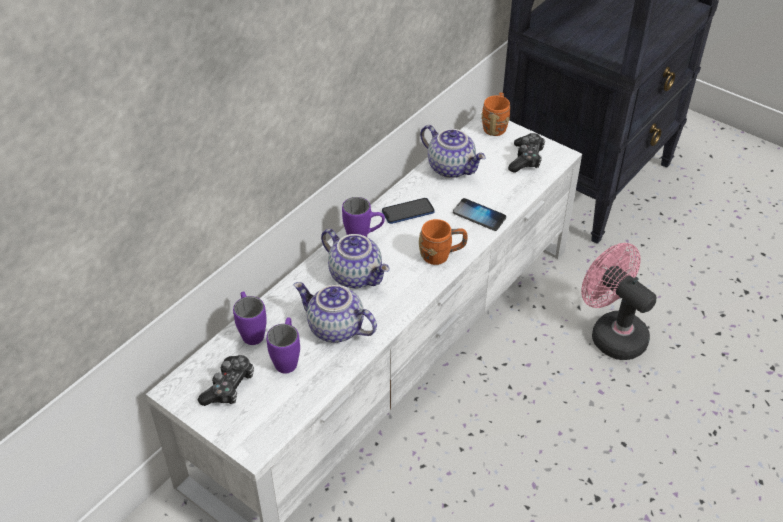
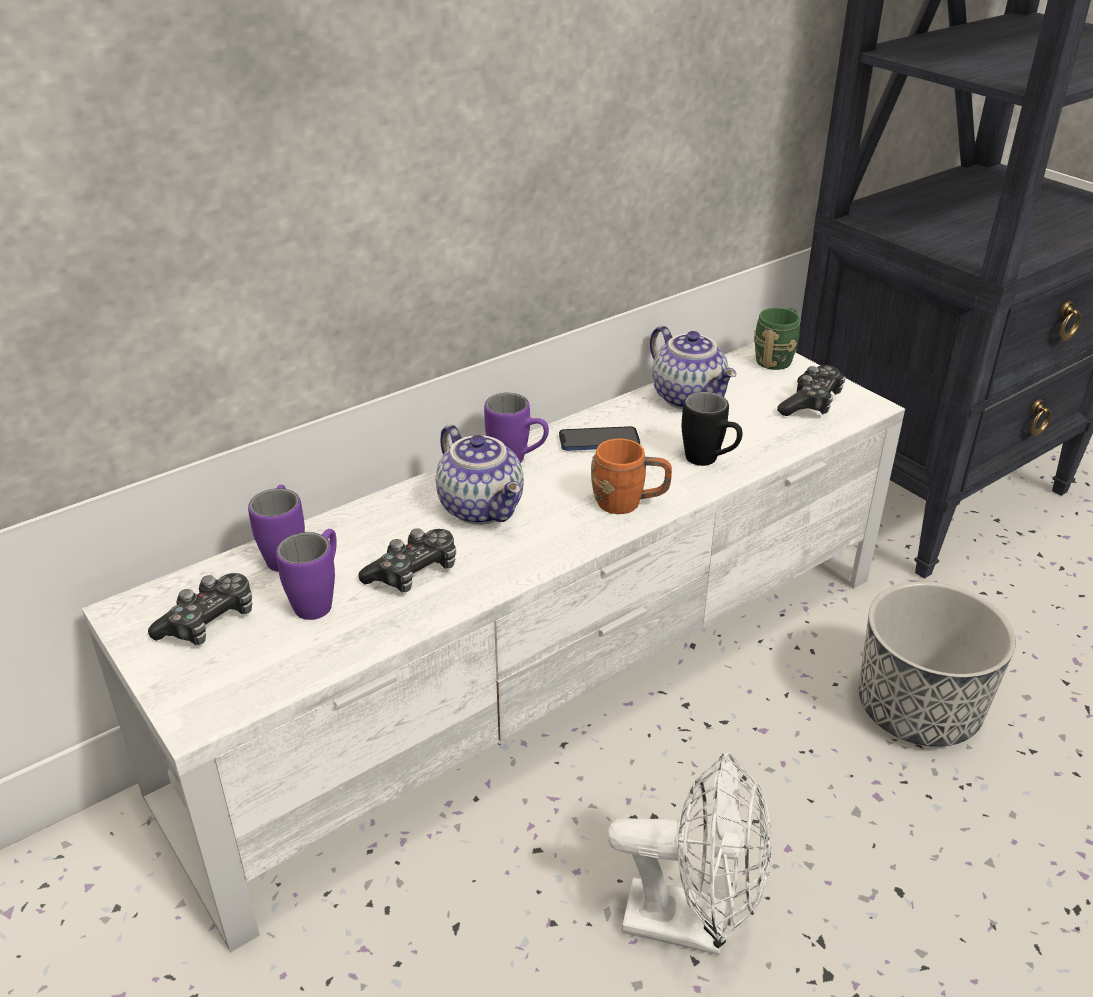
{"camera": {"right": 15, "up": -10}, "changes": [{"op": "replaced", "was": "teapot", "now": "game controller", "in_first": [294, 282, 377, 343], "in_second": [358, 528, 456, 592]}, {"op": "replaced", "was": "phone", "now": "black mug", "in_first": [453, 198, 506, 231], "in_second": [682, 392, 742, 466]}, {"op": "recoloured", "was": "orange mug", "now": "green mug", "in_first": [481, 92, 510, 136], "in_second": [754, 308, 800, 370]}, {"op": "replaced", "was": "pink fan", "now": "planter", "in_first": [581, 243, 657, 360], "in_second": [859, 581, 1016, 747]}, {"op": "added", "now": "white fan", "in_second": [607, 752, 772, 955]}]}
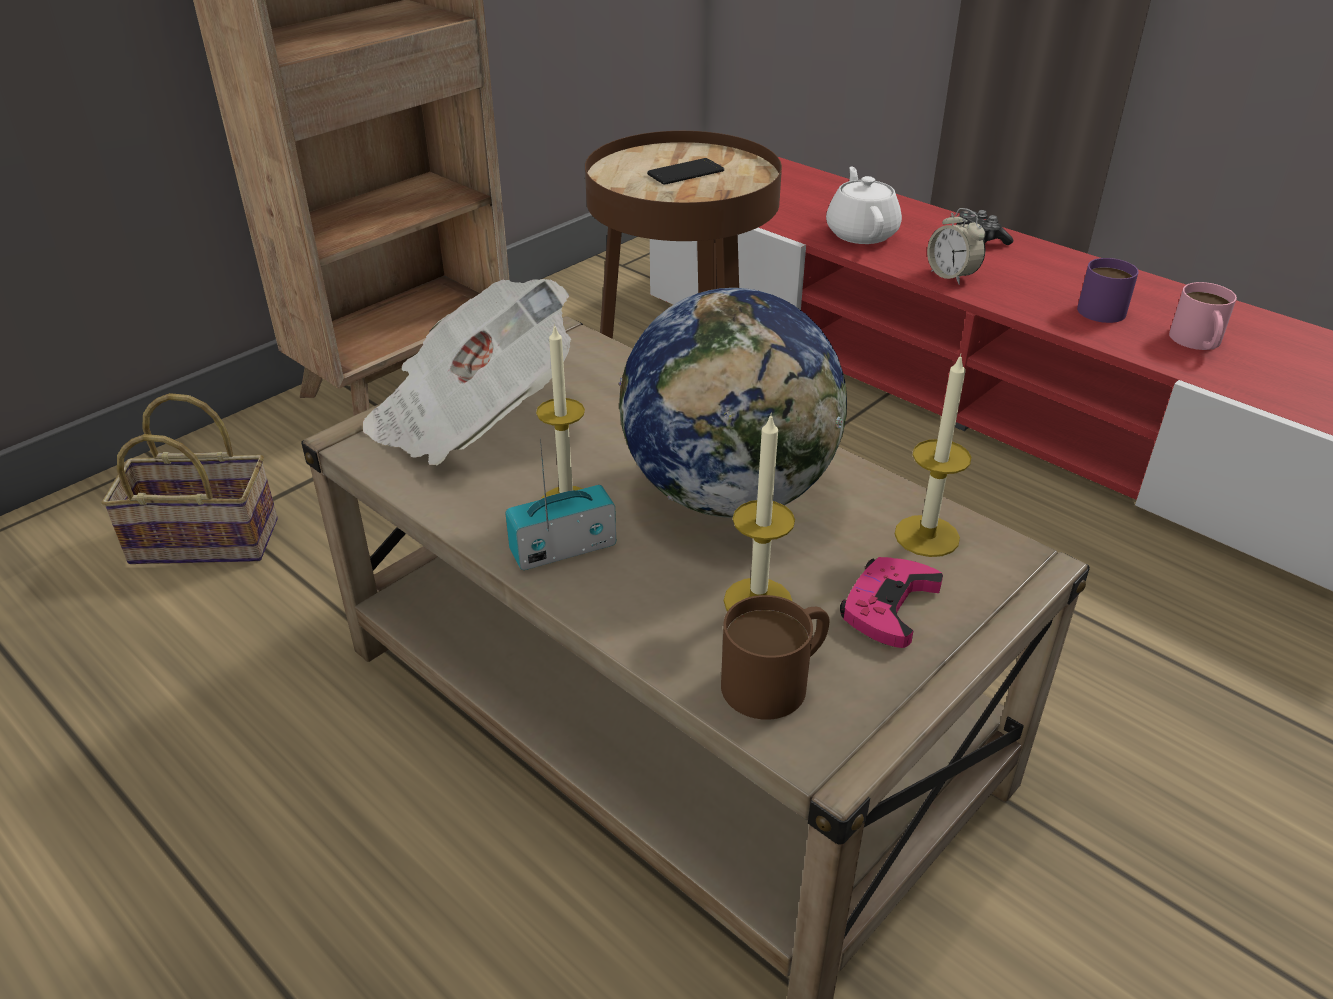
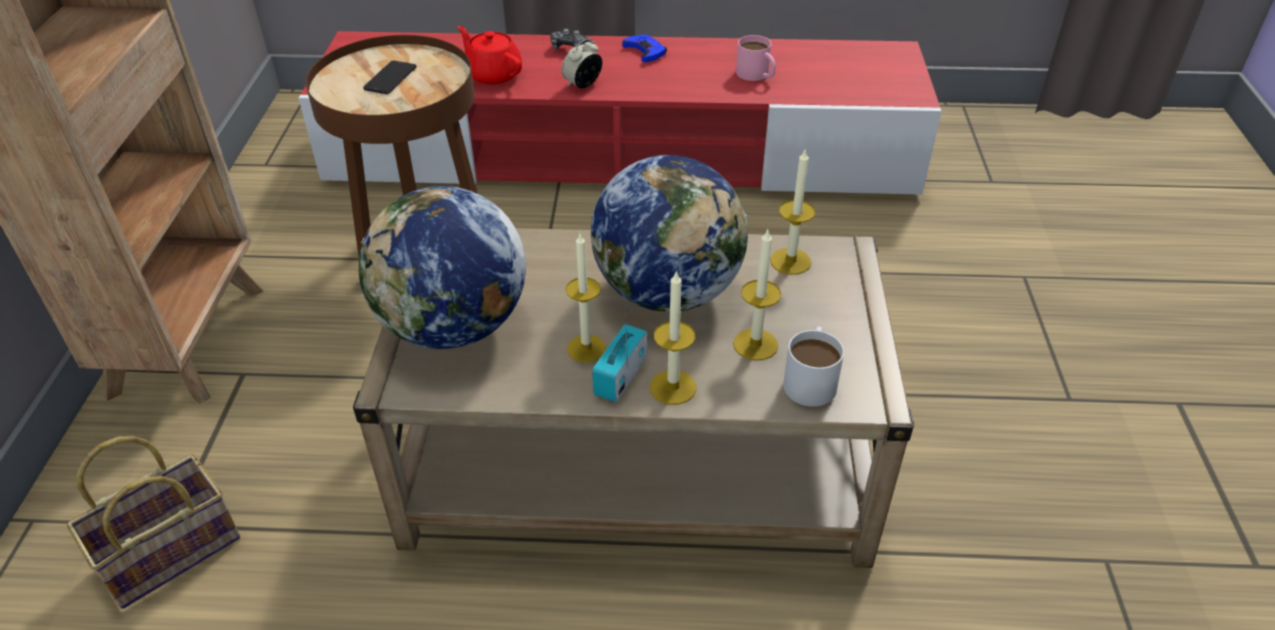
{"camera": {"right": -40, "up": 5}, "changes": [{"op": "replaced", "was": "newspaper", "now": "globe", "in_first": [363, 279, 571, 465], "in_second": [359, 186, 526, 349]}, {"op": "recoloured", "was": "brown mug", "now": "white mug", "in_first": [721, 595, 829, 720], "in_second": [783, 326, 844, 407]}, {"op": "recoloured", "was": "white teapot", "now": "red teapot", "in_first": [826, 166, 902, 244], "in_second": [457, 26, 522, 85]}, {"op": "removed", "was": "pink game controller", "in_first": [840, 557, 943, 648]}, {"op": "turned", "was": "alarm clock", "in_first": [927, 208, 985, 285], "in_second": [561, 38, 602, 88], "clockwise": 120}, {"op": "removed", "was": "purple mug", "in_first": [1077, 258, 1139, 323]}, {"op": "added", "now": "blue game controller", "in_second": [622, 35, 667, 62]}, {"op": "added", "now": "candle", "in_second": [650, 270, 696, 405]}]}
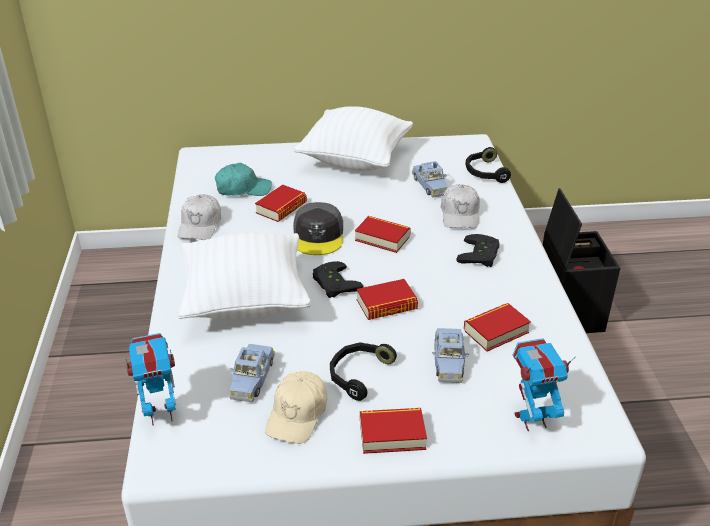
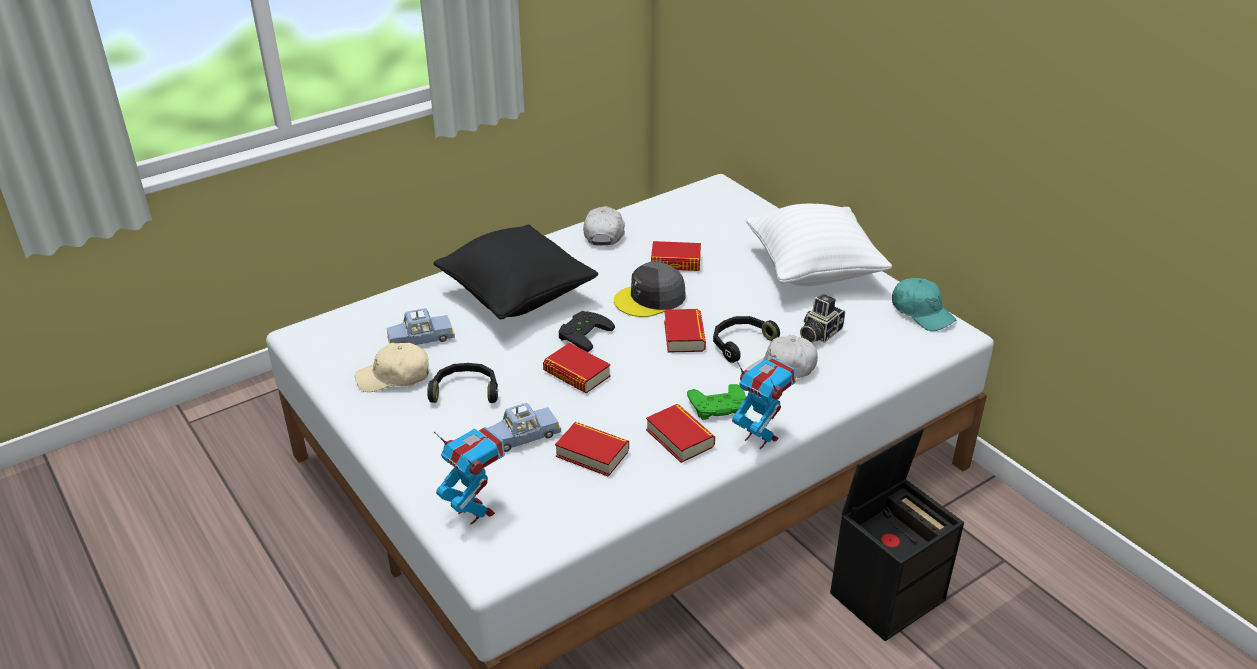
{"camera": {"right": 60, "up": 0}, "changes": [{"op": "moved", "was": "toy robot", "in_first": [126, 333, 176, 426], "in_second": [732, 358, 796, 449]}, {"op": "turned", "was": "white cap", "in_first": [178, 194, 221, 240], "in_second": [583, 206, 625, 246], "clockwise": 120}, {"op": "recoloured", "was": "white pillow", "now": "black pillow", "in_first": [178, 233, 311, 319], "in_second": [433, 224, 599, 319]}, {"op": "moved", "was": "turquoise cap", "in_first": [215, 163, 272, 196], "in_second": [892, 278, 956, 331]}, {"op": "moved", "was": "book", "in_first": [360, 408, 427, 454], "in_second": [646, 404, 715, 463]}, {"op": "replaced", "was": "blue toy car", "now": "photo camera", "in_first": [412, 161, 448, 198], "in_second": [800, 294, 845, 343]}, {"op": "recoloured", "was": "black game controller", "now": "green game controller", "in_first": [456, 234, 500, 267], "in_second": [687, 384, 746, 420]}, {"op": "moved", "was": "black headphones", "in_first": [465, 147, 511, 183], "in_second": [713, 316, 780, 363]}]}
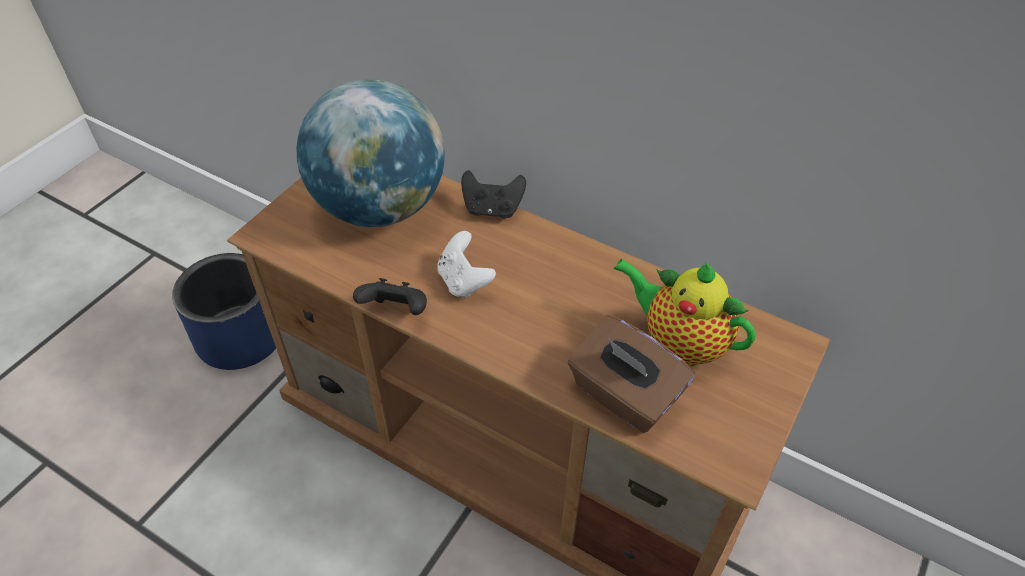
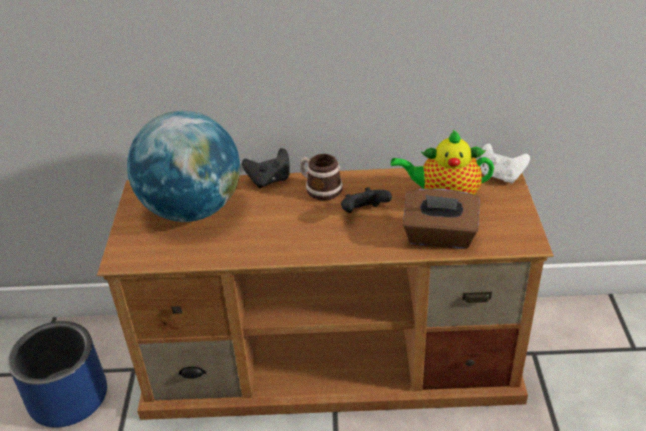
{"camera": {"right": -30, "up": -10}, "changes": [{"op": "moved", "was": "black game controller", "in_first": [353, 278, 427, 315], "in_second": [341, 187, 392, 213]}, {"op": "moved", "was": "white game controller", "in_first": [437, 231, 496, 299], "in_second": [480, 143, 530, 184]}, {"op": "added", "now": "mug", "in_second": [300, 154, 343, 201]}]}
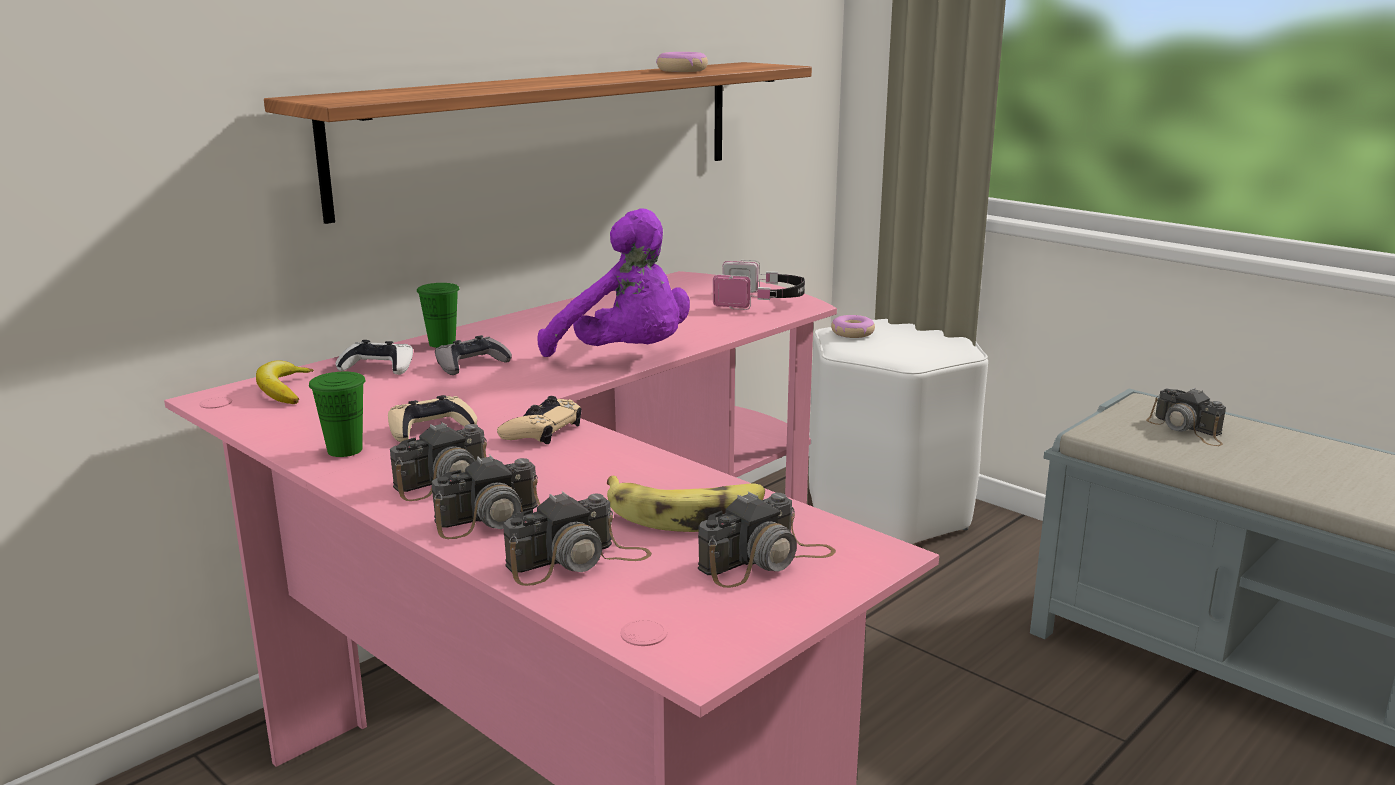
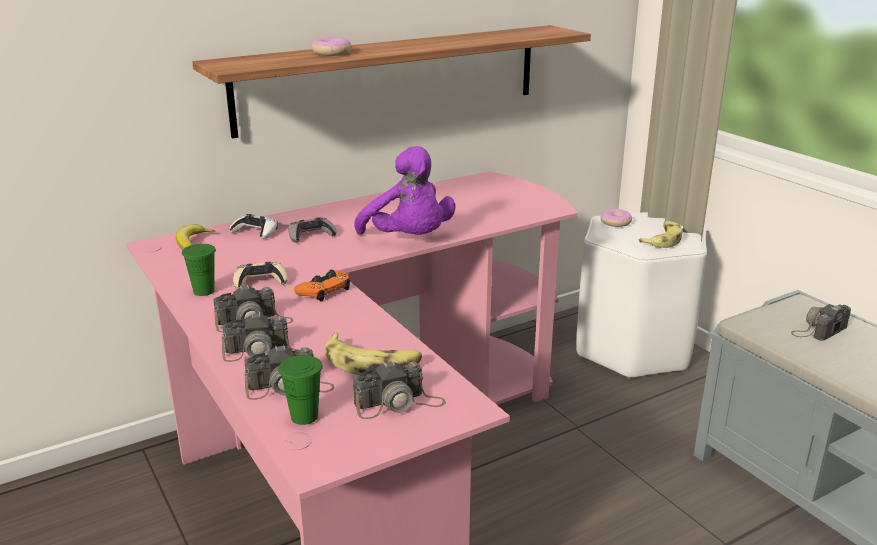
{"camera": {"right": 15, "up": 5}, "changes": [{"op": "moved", "was": "green cup", "in_first": [417, 283, 459, 348], "in_second": [278, 355, 323, 425]}, {"op": "recoloured", "was": "beige game controller", "now": "orange game controller", "in_first": [497, 396, 582, 444], "in_second": [294, 269, 350, 302]}, {"op": "moved", "was": "donut", "in_first": [656, 52, 708, 72], "in_second": [312, 37, 352, 56]}, {"op": "removed", "was": "headphones", "in_first": [713, 260, 805, 310]}, {"op": "turned", "was": "photo camera", "in_first": [1146, 388, 1226, 446], "in_second": [791, 304, 851, 341], "clockwise": 75}, {"op": "added", "now": "banana", "in_second": [638, 221, 682, 248]}]}
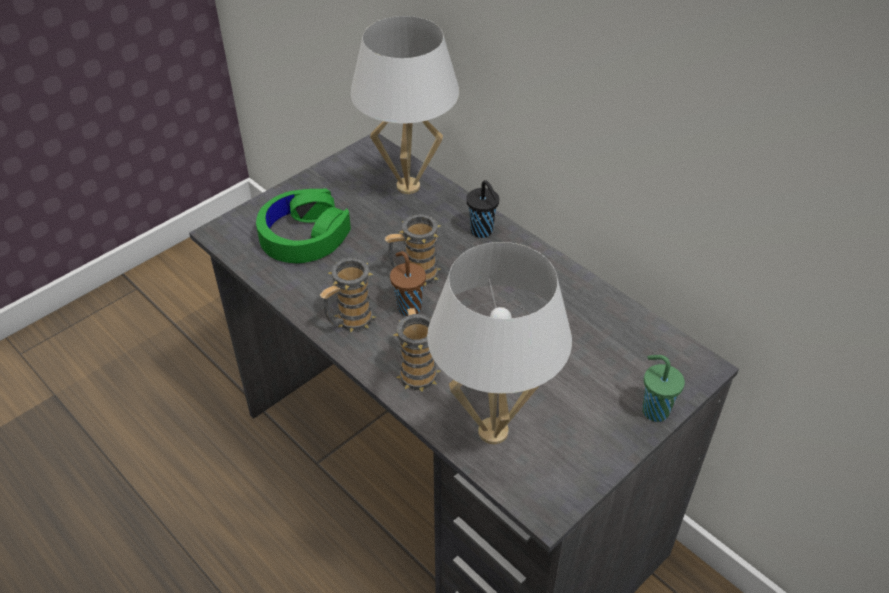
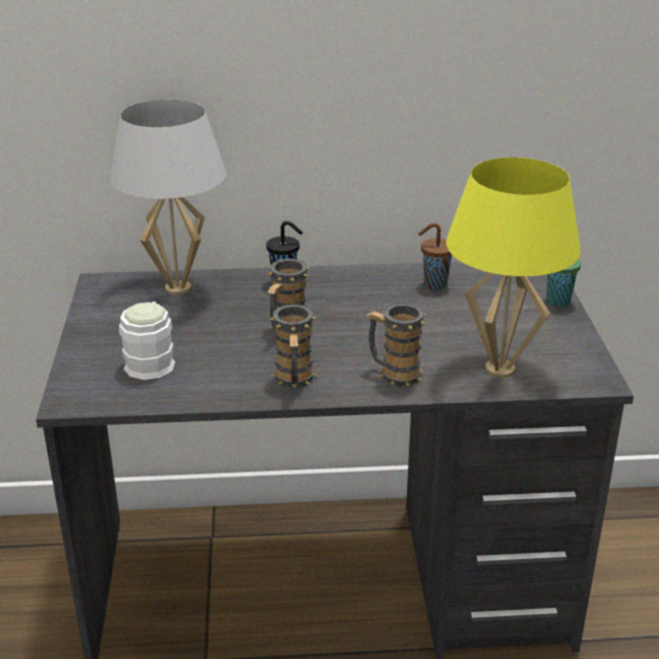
{"camera": {"right": -50, "up": -15}, "changes": [{"op": "replaced", "was": "green headphones", "now": "white mug", "in_first": [256, 189, 351, 263], "in_second": [119, 302, 175, 380]}, {"op": "moved", "was": "brown cup", "in_first": [390, 251, 426, 316], "in_second": [418, 223, 452, 290]}, {"op": "recoloured", "was": "white table lamp", "now": "yellow table lamp", "in_first": [427, 242, 572, 444], "in_second": [446, 157, 581, 378]}]}
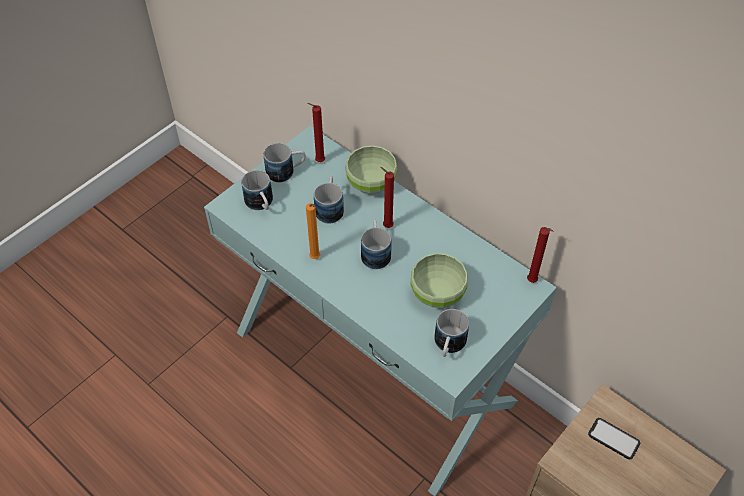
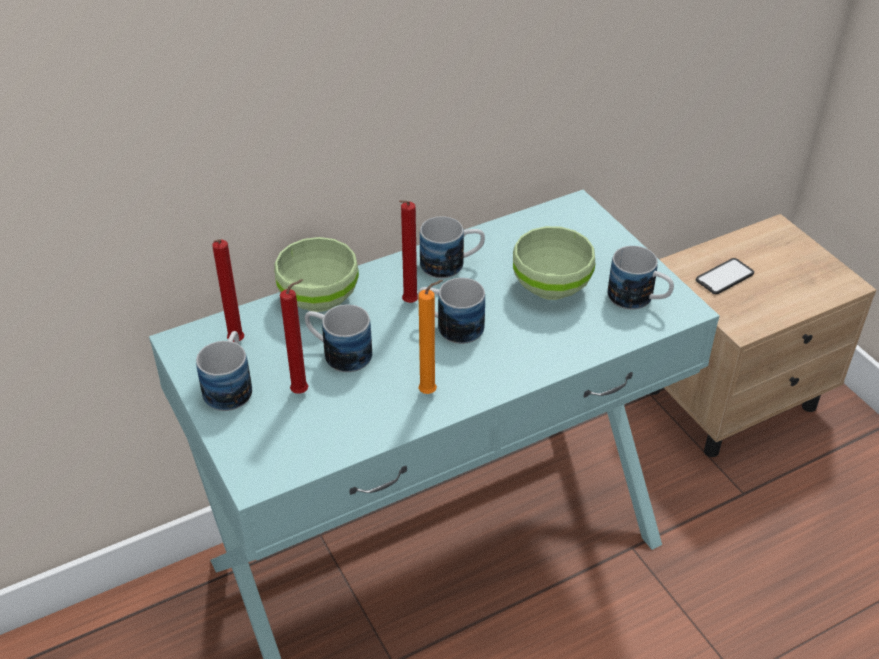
{"camera": {"right": -70, "up": -10}, "changes": [{"op": "moved", "was": "mug", "in_first": [241, 170, 273, 210], "in_second": [420, 216, 485, 278]}, {"op": "moved", "was": "red candle", "in_first": [527, 227, 553, 283], "in_second": [280, 279, 308, 394]}]}
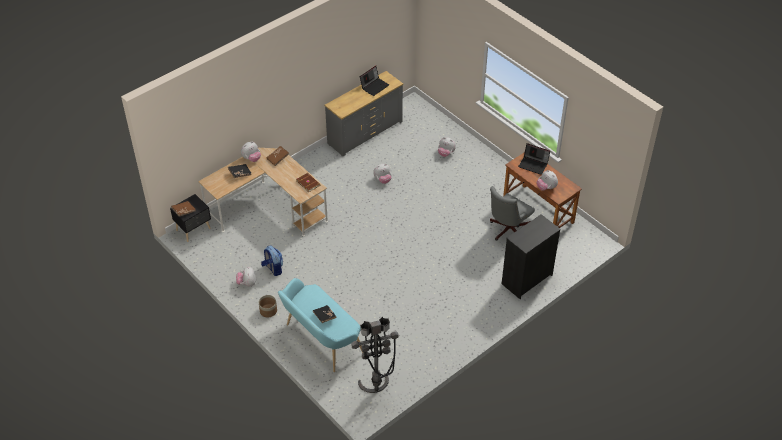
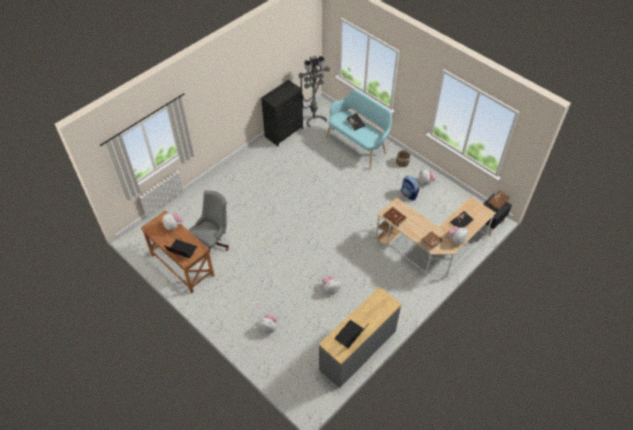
{"camera": {"right": 175, "up": 5}, "changes": [{"op": "moved", "was": "black dresser", "in_first": [502, 214, 561, 299], "in_second": [261, 80, 303, 147]}]}
